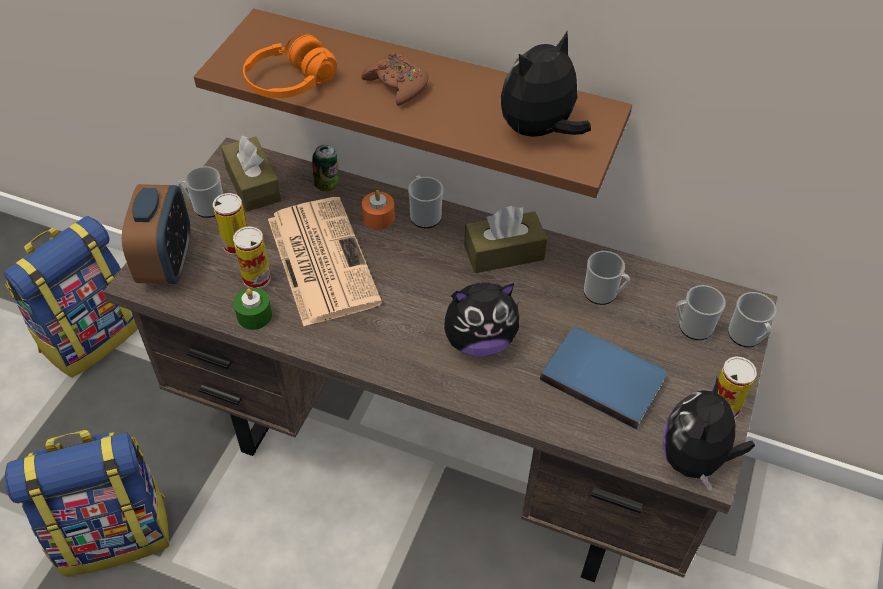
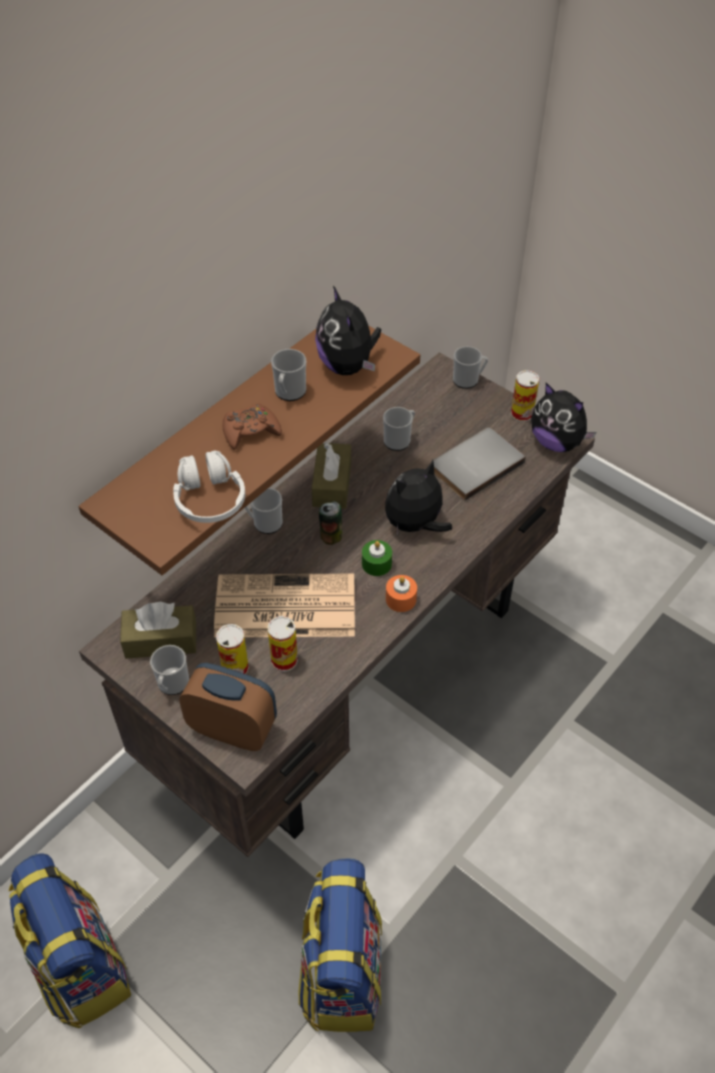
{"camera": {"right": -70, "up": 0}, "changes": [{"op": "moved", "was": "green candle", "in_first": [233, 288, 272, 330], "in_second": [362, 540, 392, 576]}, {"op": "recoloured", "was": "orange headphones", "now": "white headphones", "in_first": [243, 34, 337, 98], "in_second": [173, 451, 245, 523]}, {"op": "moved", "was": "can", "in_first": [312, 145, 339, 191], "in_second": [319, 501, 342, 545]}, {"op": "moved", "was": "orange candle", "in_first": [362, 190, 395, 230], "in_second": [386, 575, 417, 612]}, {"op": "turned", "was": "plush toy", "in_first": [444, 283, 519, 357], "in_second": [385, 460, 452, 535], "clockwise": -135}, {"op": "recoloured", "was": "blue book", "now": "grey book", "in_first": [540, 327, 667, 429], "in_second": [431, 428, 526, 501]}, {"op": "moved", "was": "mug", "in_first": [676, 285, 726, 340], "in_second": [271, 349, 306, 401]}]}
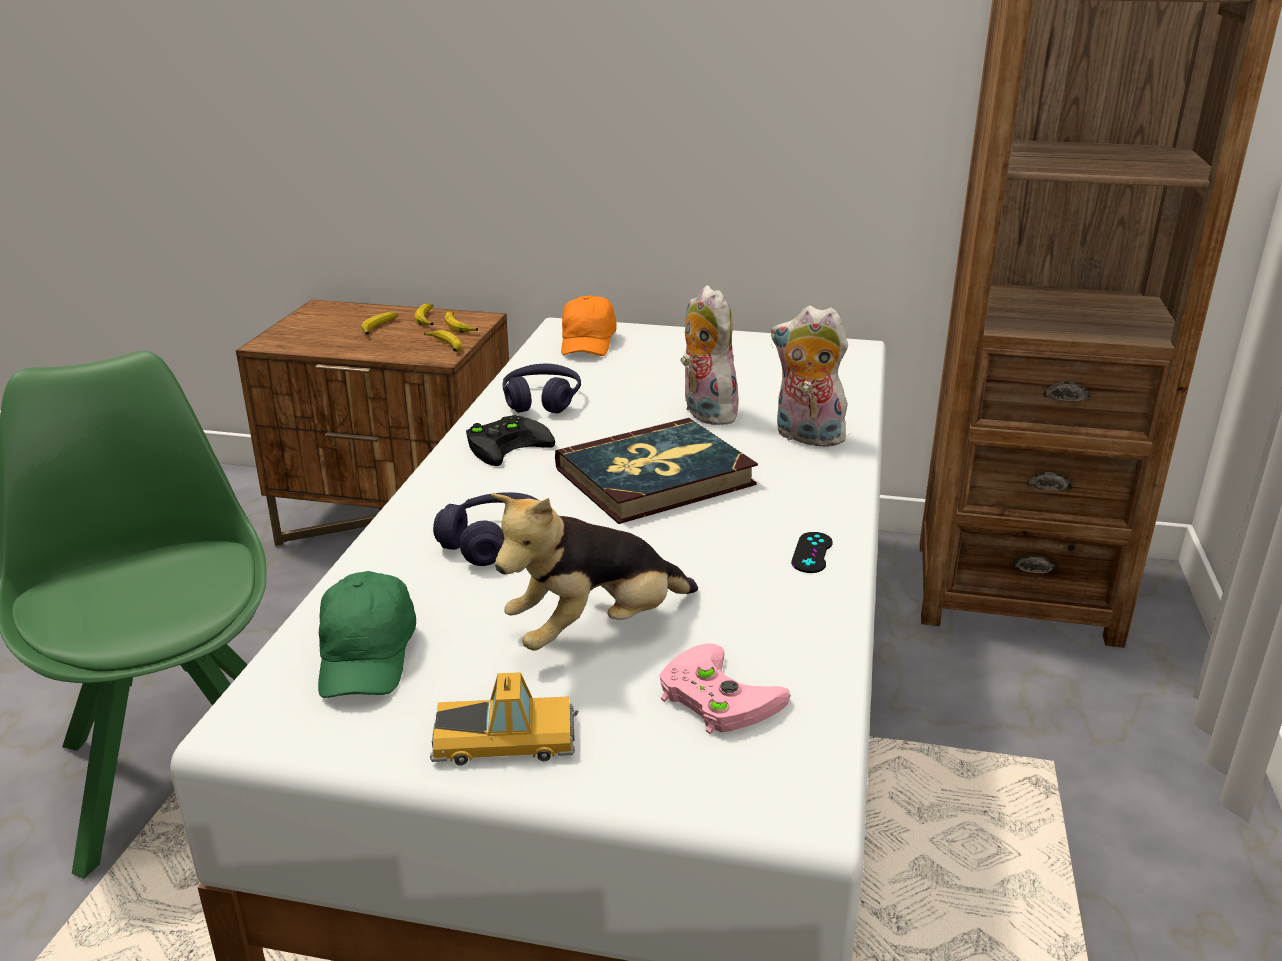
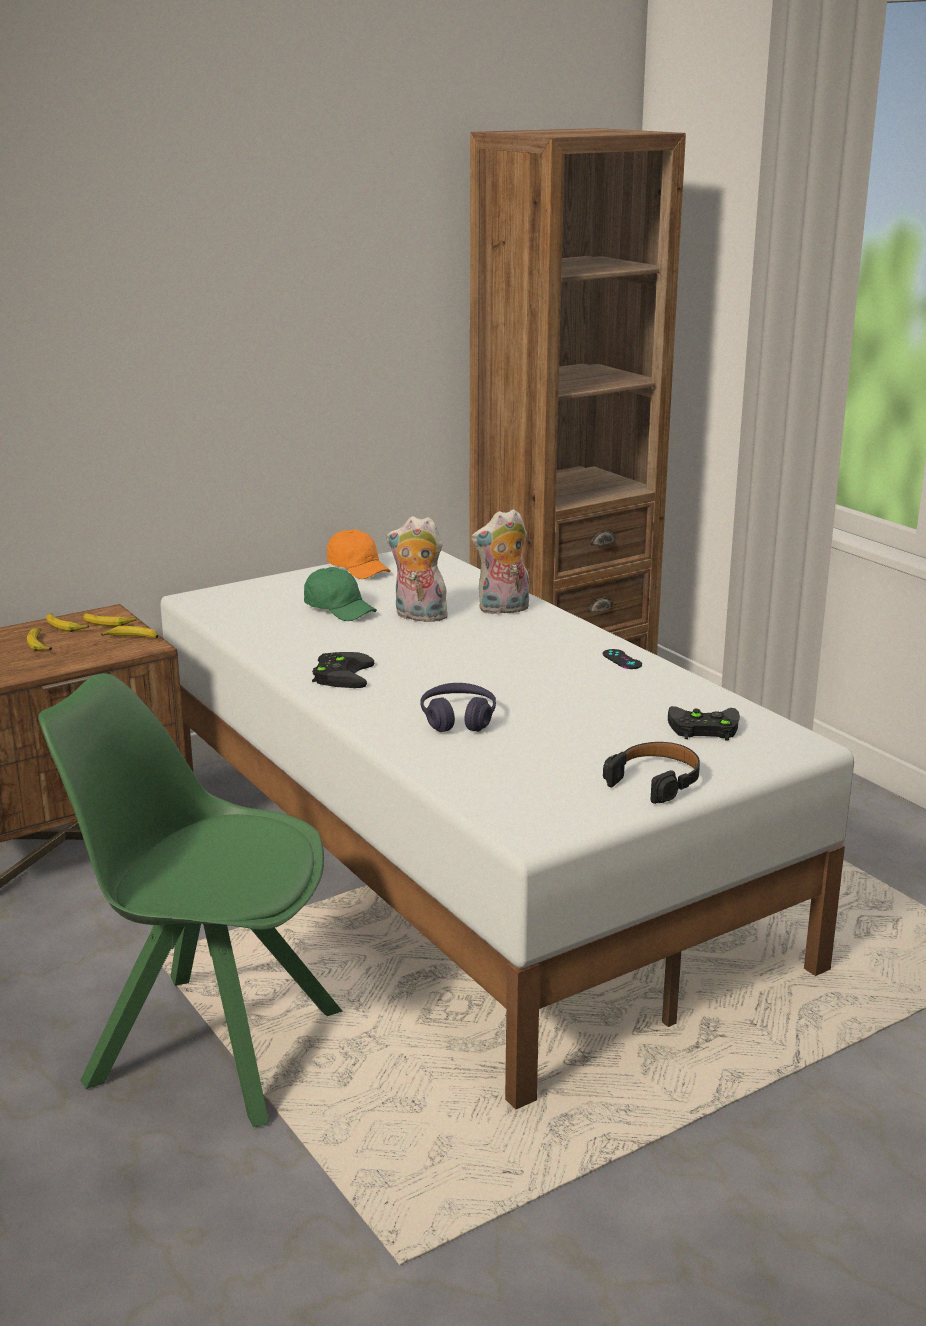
{"camera": {"right": -45, "up": -5}, "changes": [{"op": "moved", "was": "green cap", "in_first": [318, 571, 416, 698], "in_second": [304, 567, 377, 621]}, {"op": "replaced", "was": "toy car", "now": "black headphones", "in_first": [430, 672, 579, 766], "in_second": [603, 742, 700, 804]}, {"op": "removed", "was": "plush toy", "in_first": [491, 494, 698, 651]}, {"op": "removed", "was": "purple headphones", "in_first": [503, 364, 581, 413]}, {"op": "removed", "was": "book", "in_first": [555, 418, 758, 524]}, {"op": "moved", "was": "orange cap", "in_first": [561, 295, 617, 356], "in_second": [327, 529, 391, 579]}, {"op": "recoloured", "was": "pink game controller", "now": "black game controller", "in_first": [659, 643, 791, 734], "in_second": [668, 706, 740, 740]}]}
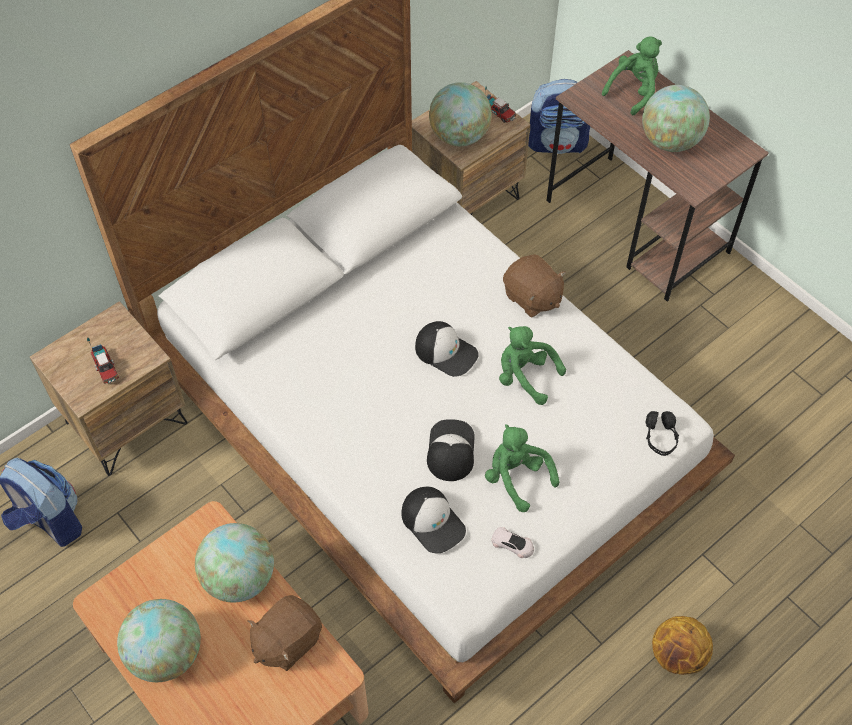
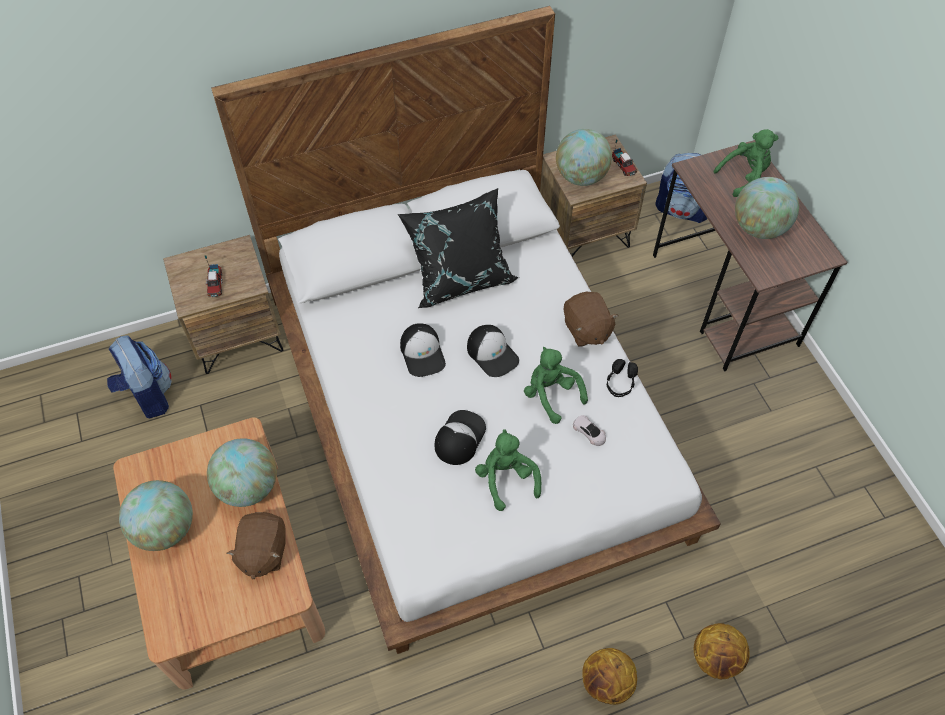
{"camera": {"right": 20, "up": 0}, "changes": [{"op": "turned", "was": "brown plush toy", "in_first": [248, 595, 322, 671], "in_second": [226, 512, 285, 579], "clockwise": -60}, {"op": "moved", "was": "cap", "in_first": [402, 487, 466, 553], "in_second": [400, 323, 446, 377]}, {"op": "moved", "was": "white toy car", "in_first": [491, 527, 534, 558], "in_second": [573, 415, 606, 446]}, {"op": "moved", "was": "black headphones", "in_first": [645, 411, 679, 456], "in_second": [607, 359, 638, 397]}, {"op": "added", "now": "black pillow", "in_second": [398, 188, 519, 308]}, {"op": "added", "now": "basketball", "in_second": [694, 623, 750, 679]}]}
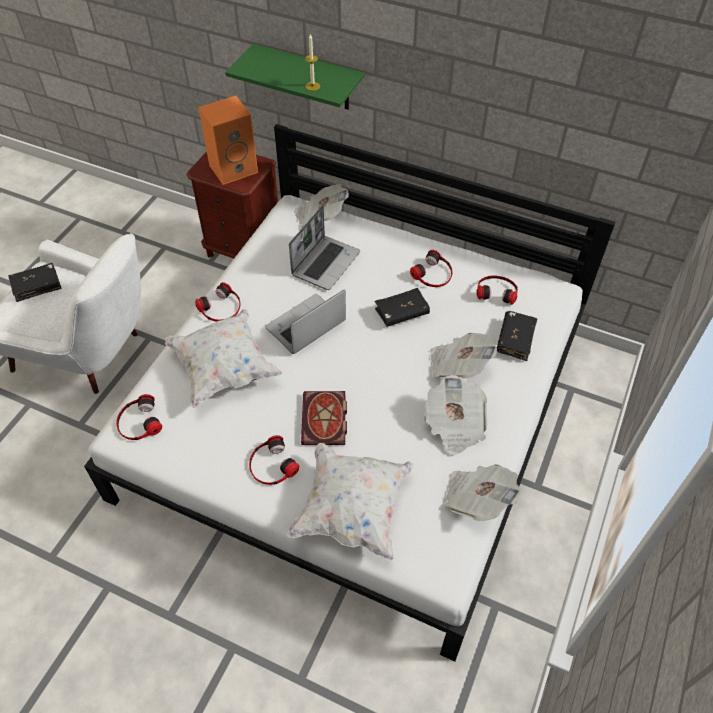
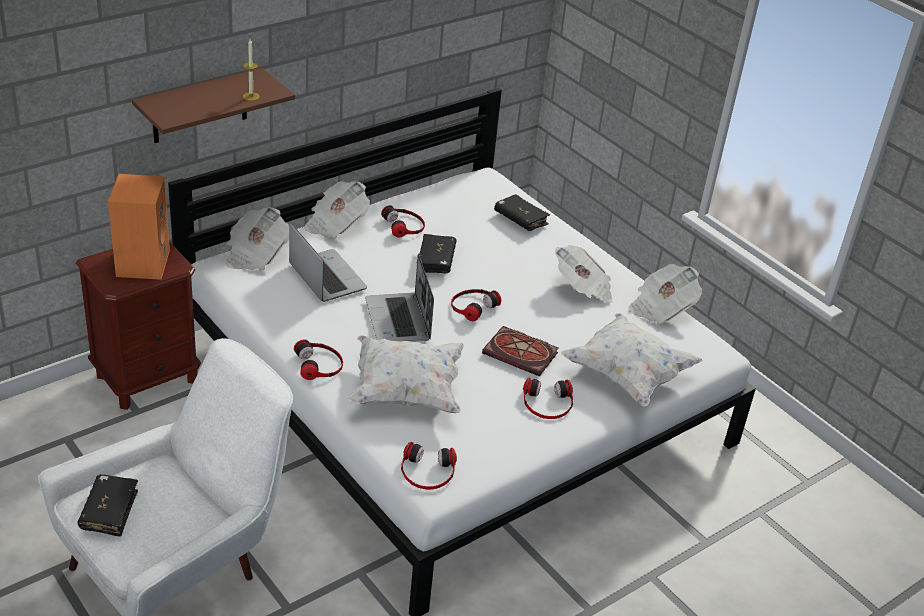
{"camera": {"right": -65, "up": -15}, "changes": [{"op": "recoloured", "was": "green shelf", "now": "brown shelf", "in_first": [225, 44, 364, 110], "in_second": [132, 68, 295, 143]}, {"op": "moved", "was": "newspaper", "in_first": [431, 333, 497, 379], "in_second": [304, 181, 370, 239]}, {"op": "moved", "was": "headphones", "in_first": [476, 275, 518, 305], "in_second": [451, 289, 501, 321]}]}
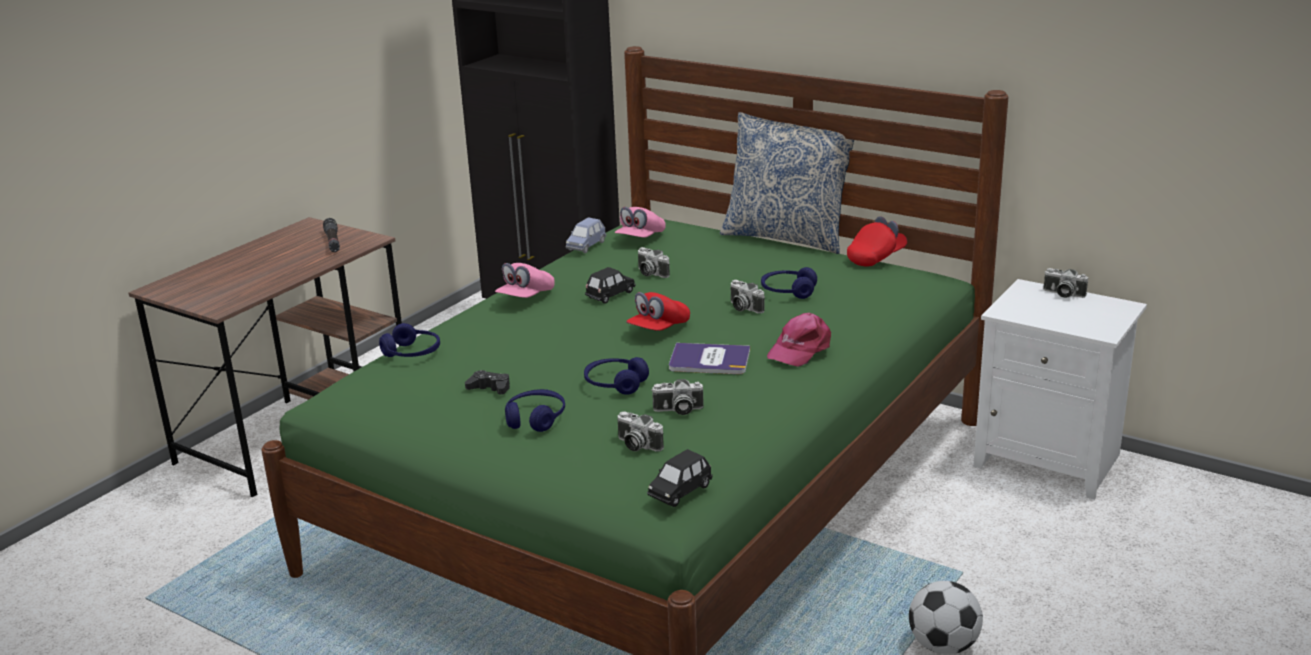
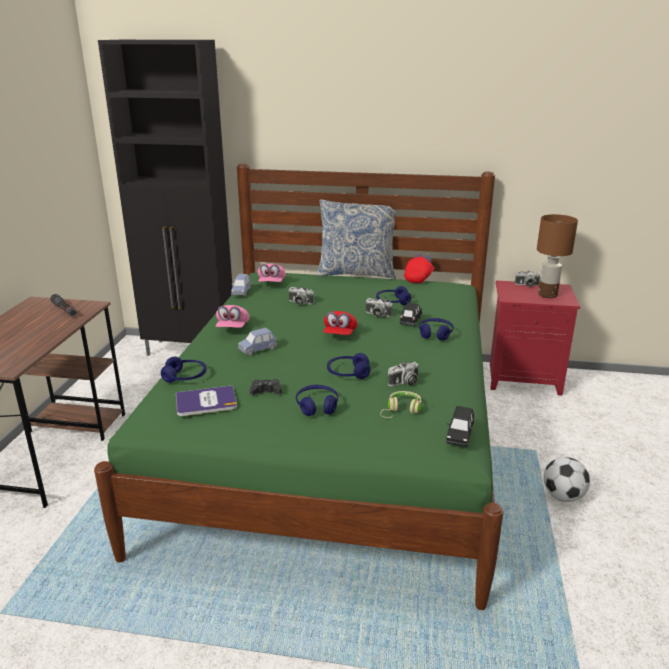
{"camera": {"right": -25, "up": 0}, "changes": [{"op": "moved", "was": "black toy car", "in_first": [585, 267, 636, 304], "in_second": [400, 302, 422, 327]}, {"op": "replaced", "was": "photo camera", "now": "beige headphones", "in_first": [617, 411, 664, 452], "in_second": [380, 391, 421, 418]}, {"op": "moved", "was": "book", "in_first": [669, 343, 750, 374], "in_second": [176, 385, 237, 416]}, {"op": "replaced", "was": "pink cap", "now": "blue headphones", "in_first": [767, 313, 831, 367], "in_second": [419, 318, 454, 341]}, {"op": "recoloured", "was": "white nightstand", "now": "red nightstand", "in_first": [973, 279, 1147, 500], "in_second": [490, 280, 580, 396]}, {"op": "added", "now": "blue toy car", "in_second": [238, 328, 277, 356]}, {"op": "added", "now": "brown table lamp", "in_second": [537, 214, 578, 298]}]}
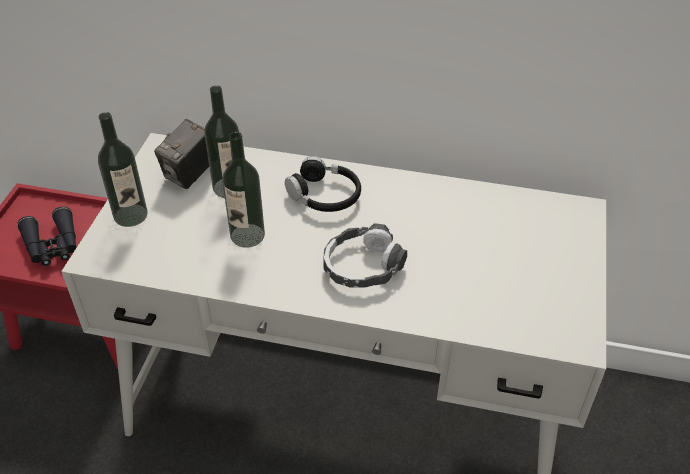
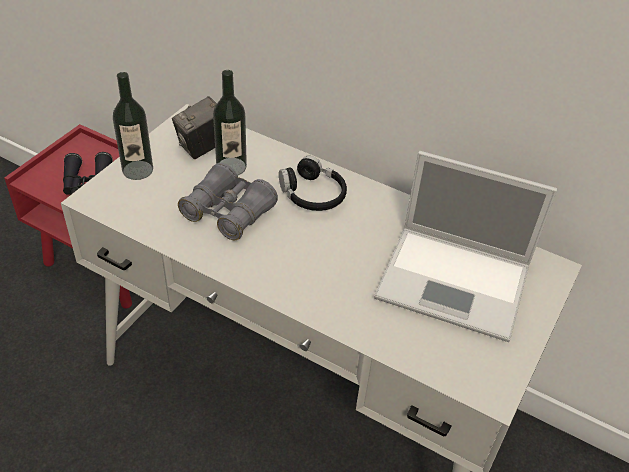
{"camera": {"right": 15, "up": 0}, "changes": [{"op": "replaced", "was": "bottle", "now": "grey binoculars", "in_first": [222, 132, 265, 248], "in_second": [178, 163, 278, 240]}, {"op": "removed", "was": "headphones", "in_first": [324, 223, 407, 288]}, {"op": "added", "now": "laptop", "in_second": [374, 151, 557, 342]}]}
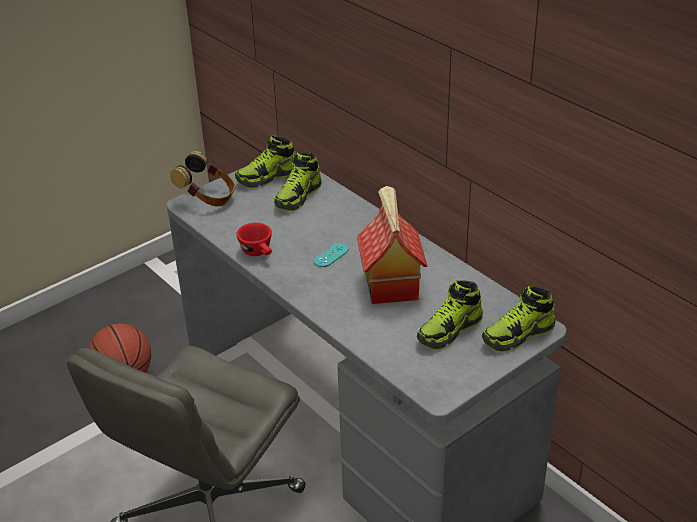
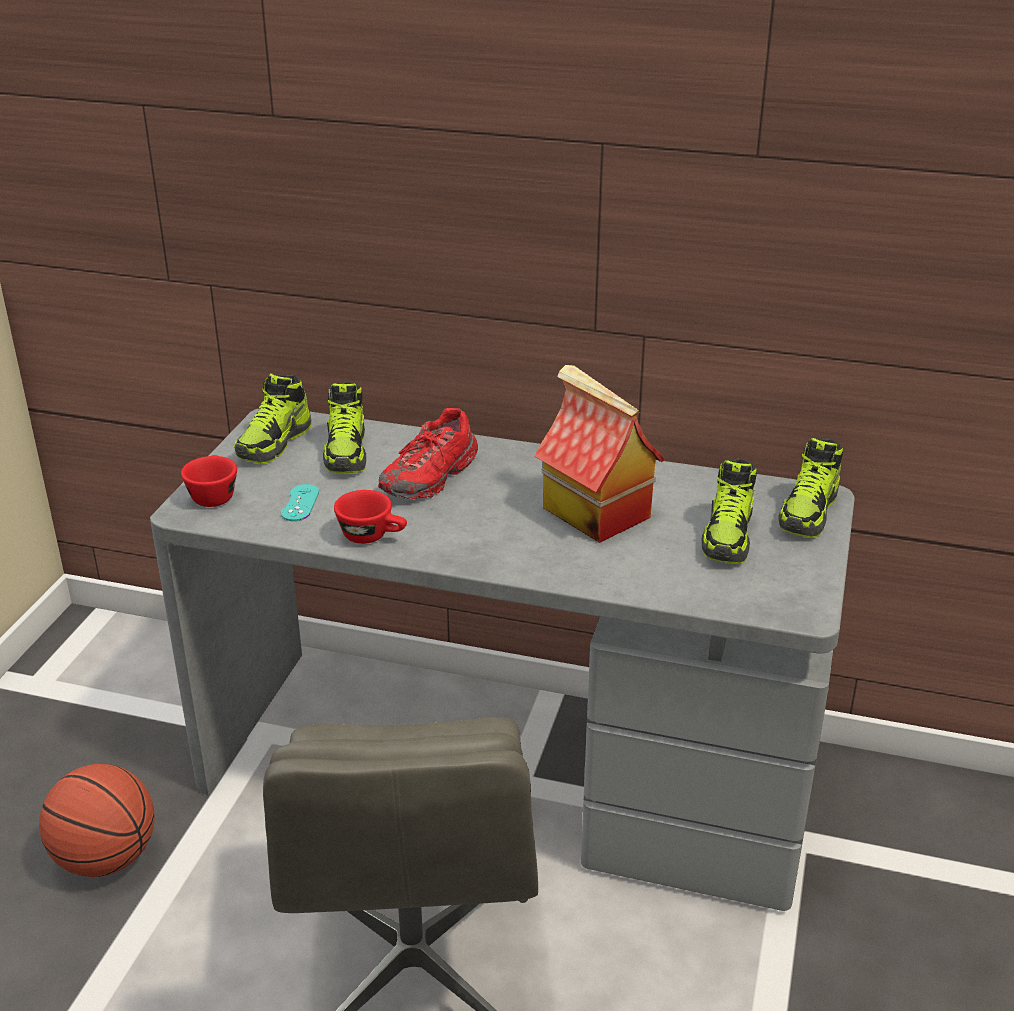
{"camera": {"right": -35, "up": -5}, "changes": [{"op": "replaced", "was": "headphones", "now": "red cup", "in_first": [170, 151, 235, 207], "in_second": [181, 455, 237, 507]}, {"op": "moved", "was": "turquoise game controller", "in_first": [314, 243, 348, 267], "in_second": [281, 484, 319, 521]}, {"op": "added", "now": "red shoe", "in_second": [378, 408, 478, 499]}]}
